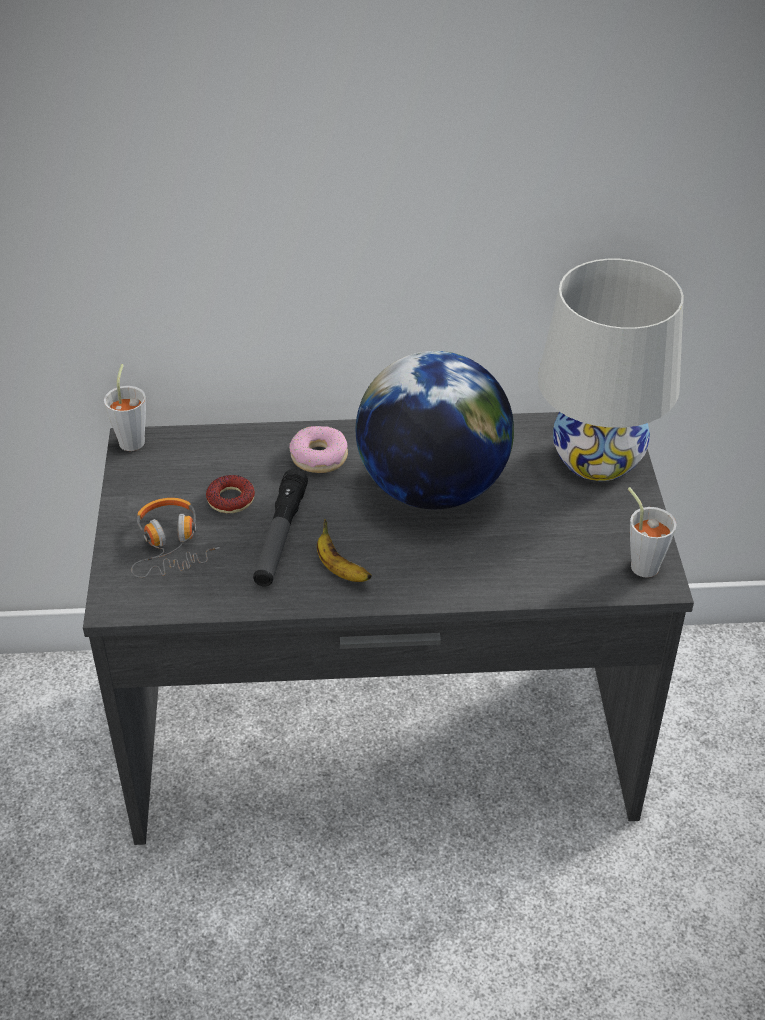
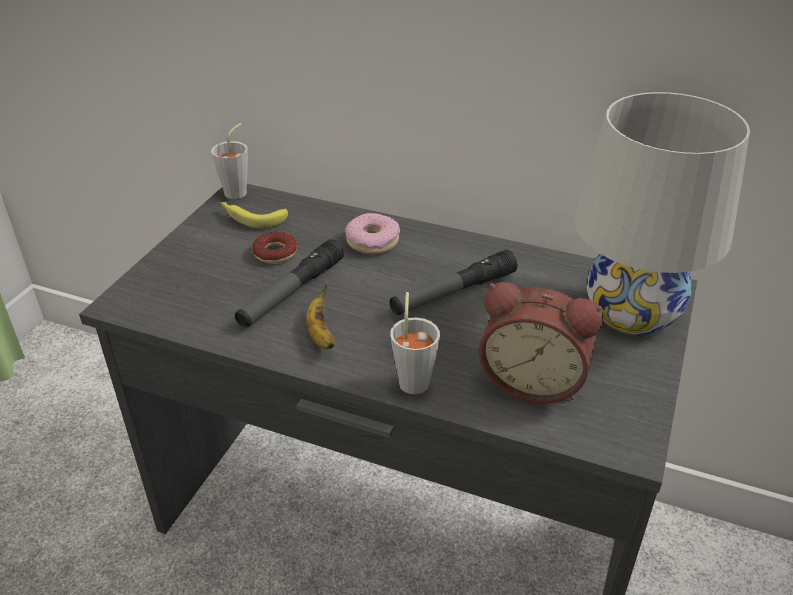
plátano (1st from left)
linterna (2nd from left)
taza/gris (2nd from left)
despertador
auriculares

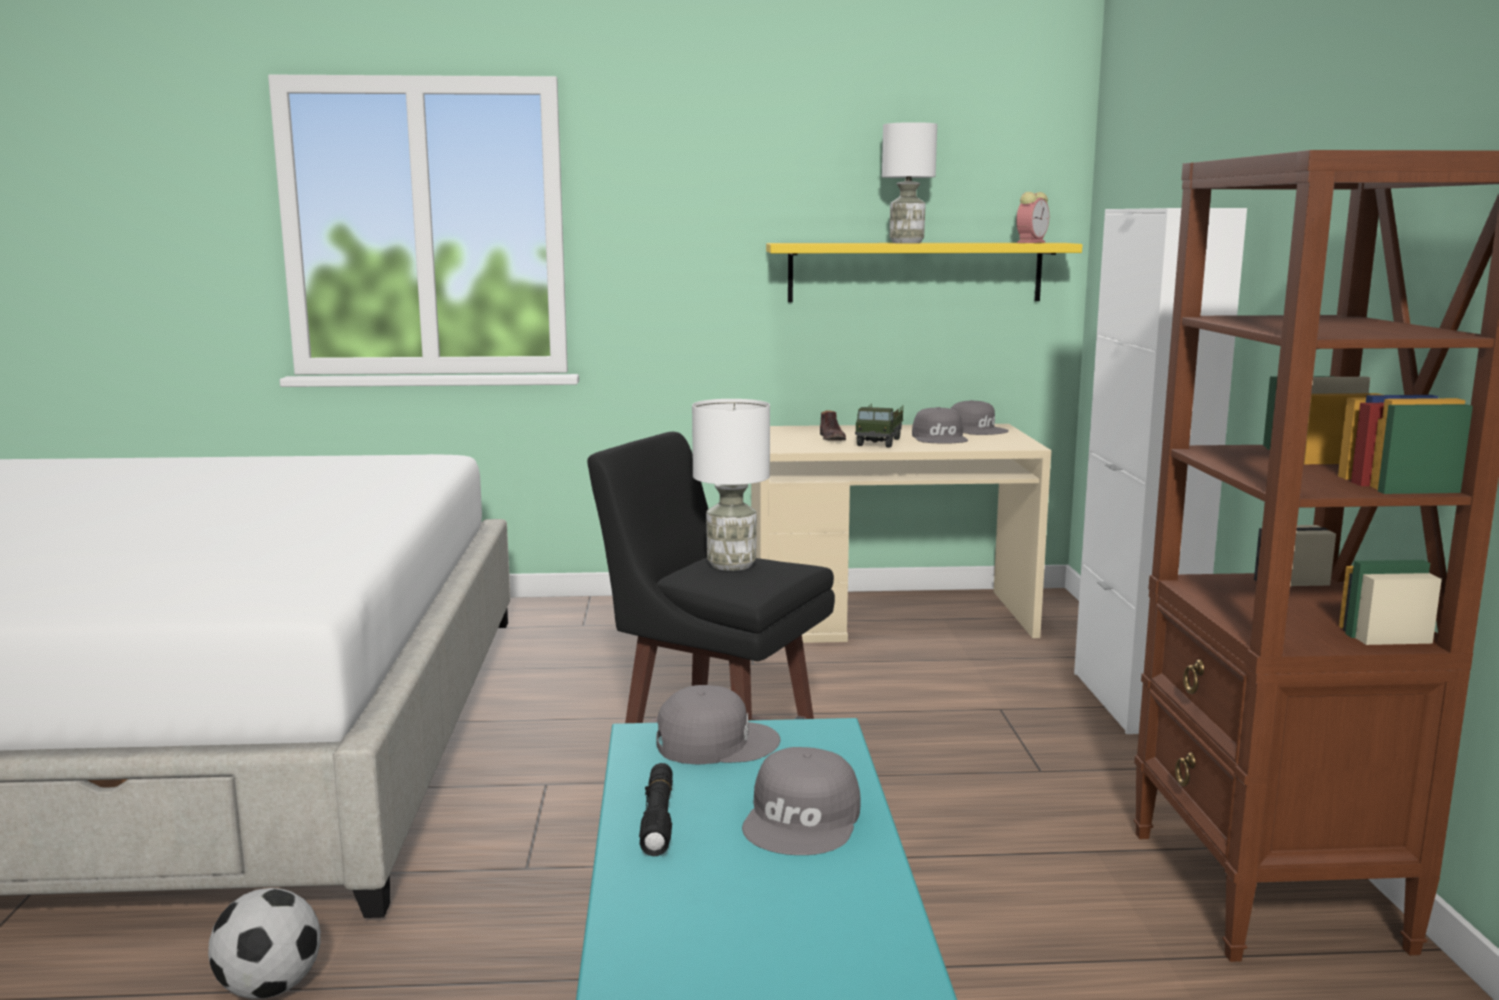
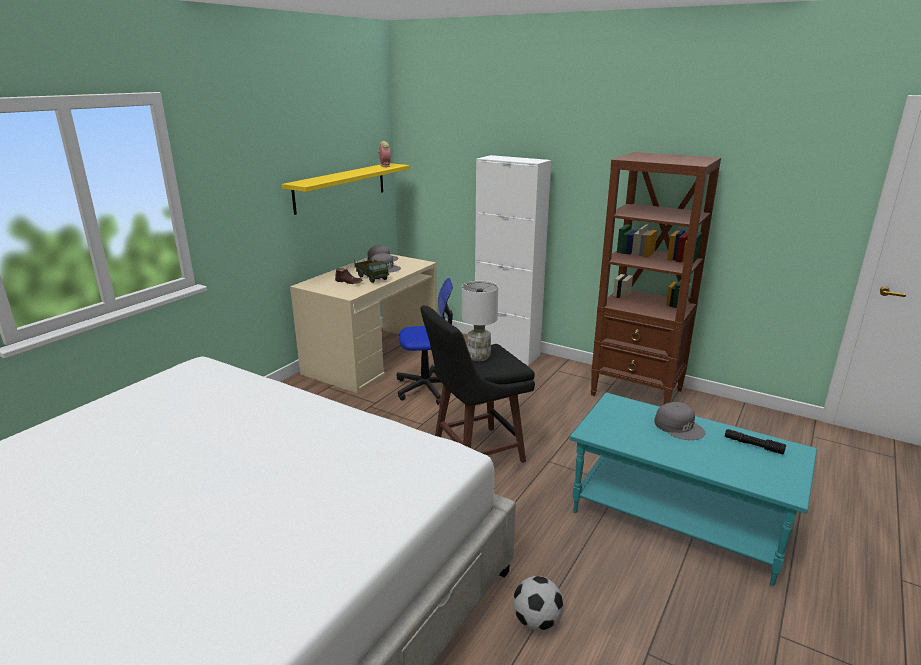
silla de oficina
linterna/negro
gorra/gris (1st from left in the first image)
lámpara de mesa/blanco (2nd from left in the first image)

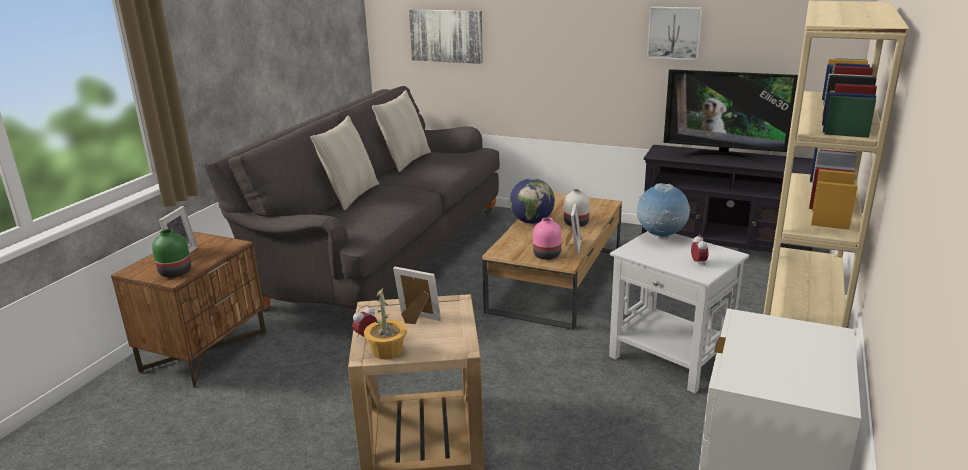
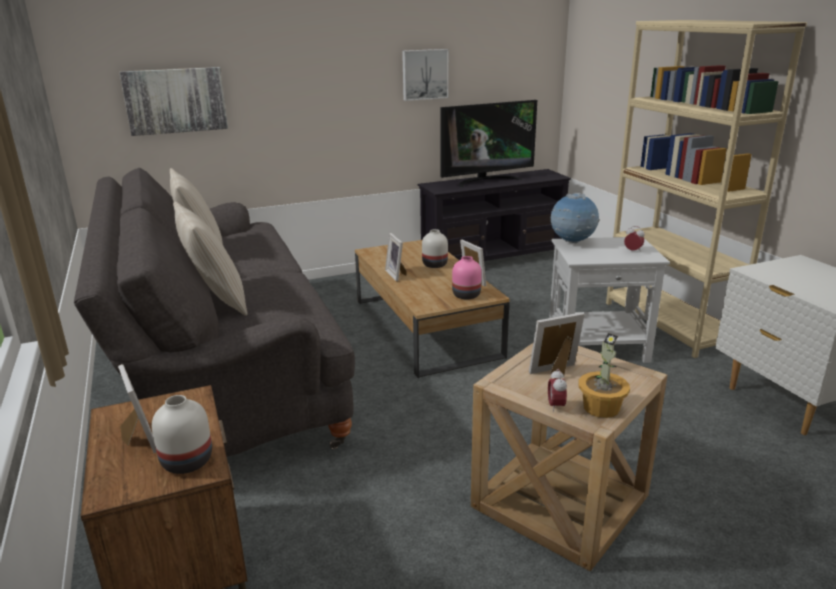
florero/blanco (1st from left)
portarretratos (2nd from left)

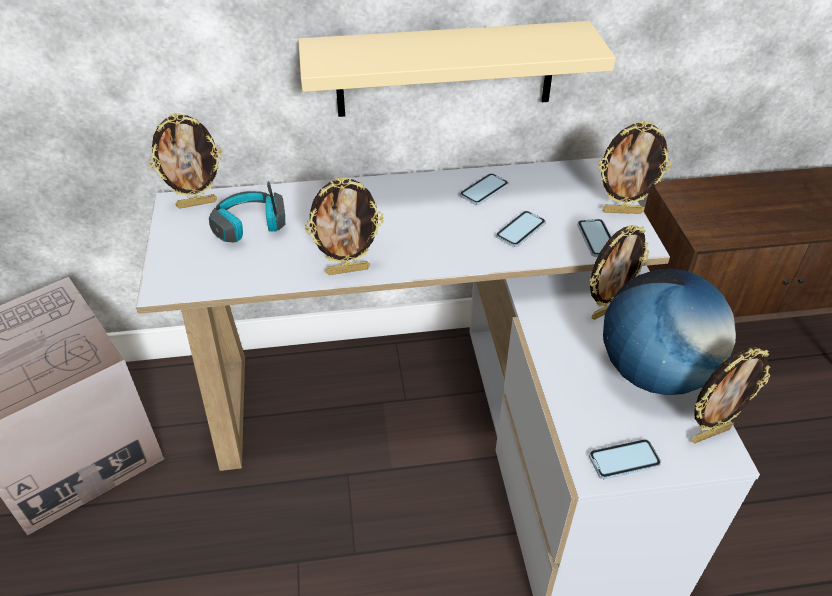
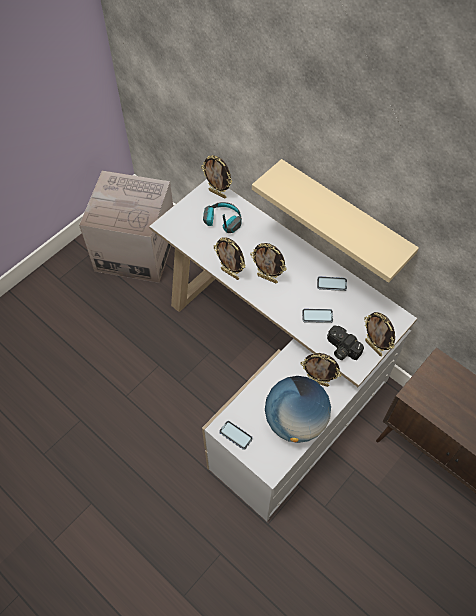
portarretratos (3rd from left)
cámara

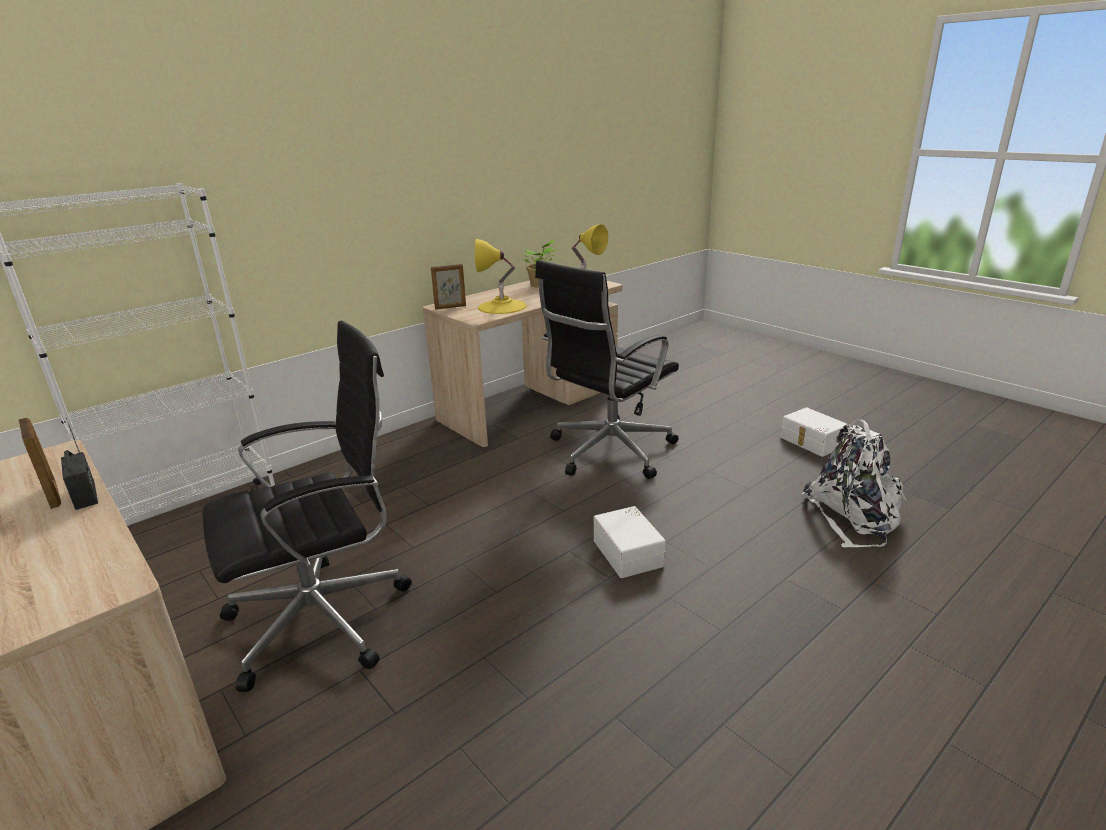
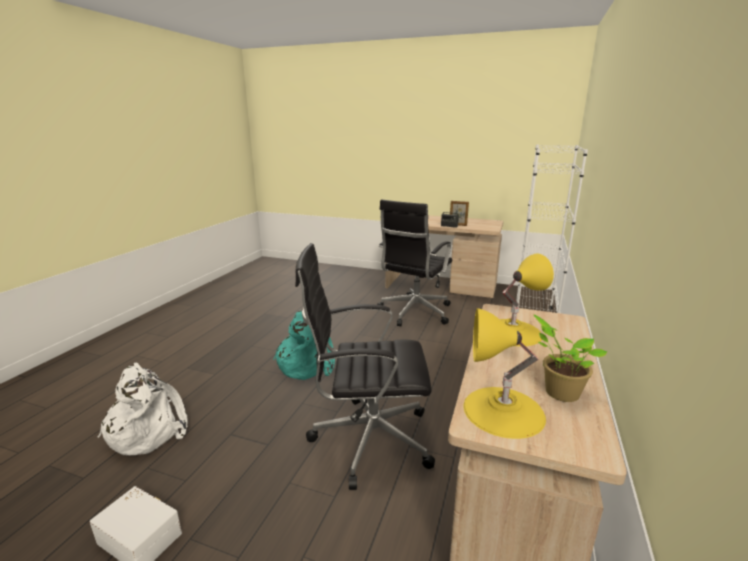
mochila/turquesa
silla de oficina/negro (1st from left)
portarretratos (2nd from left in the first image)

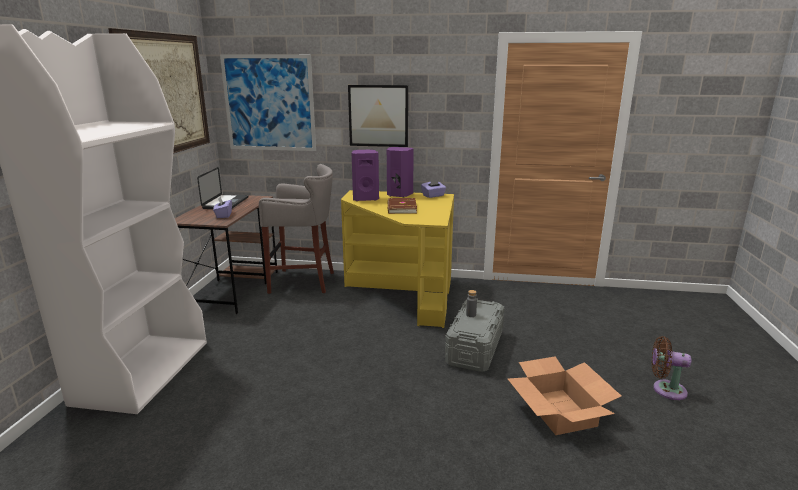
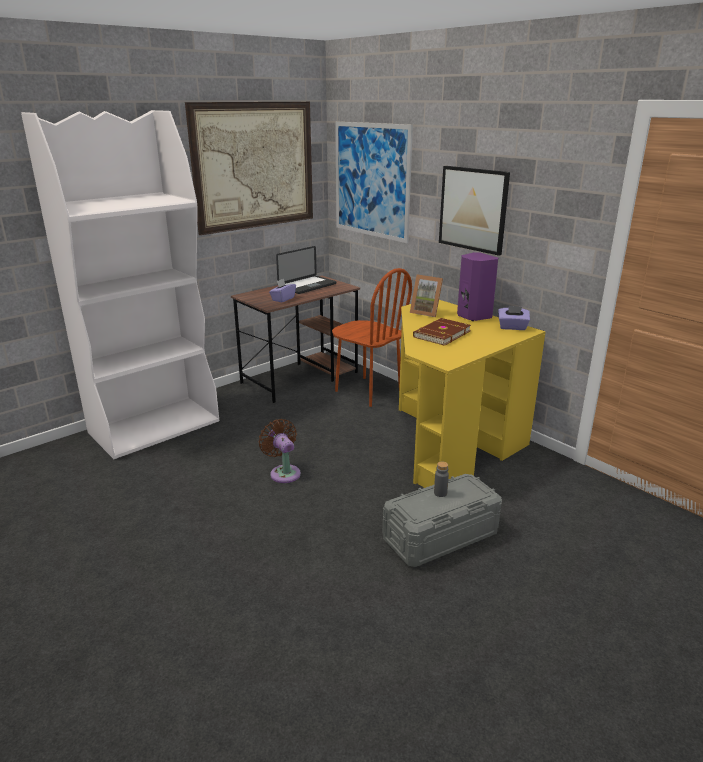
ventilador/marrón
silla/marrón
portarretratos
caja de cartón

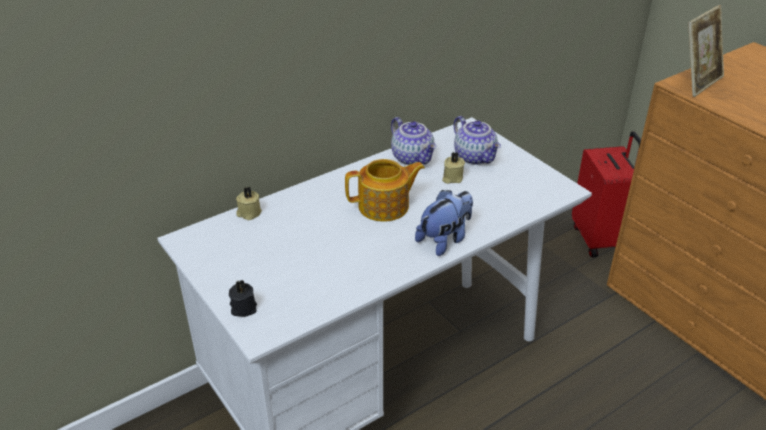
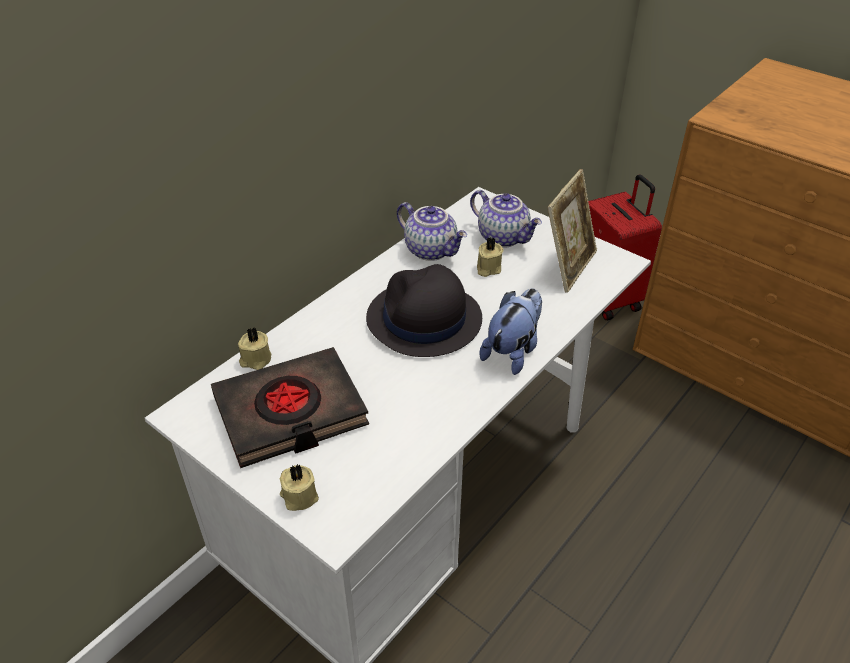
libro/negro
vela/beis (2nd from left)
sombrero/negro
portarretratos

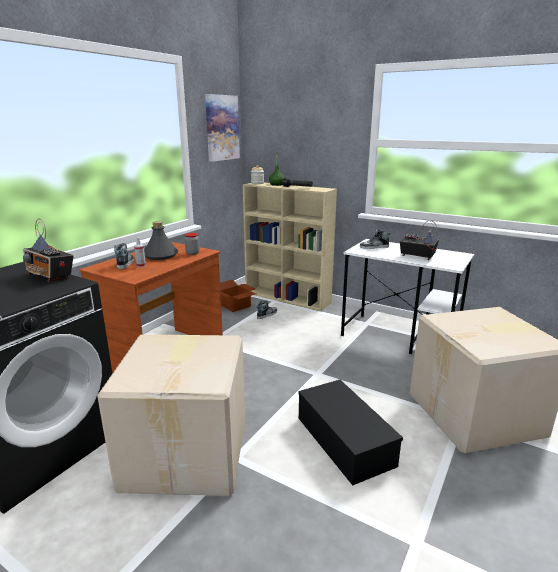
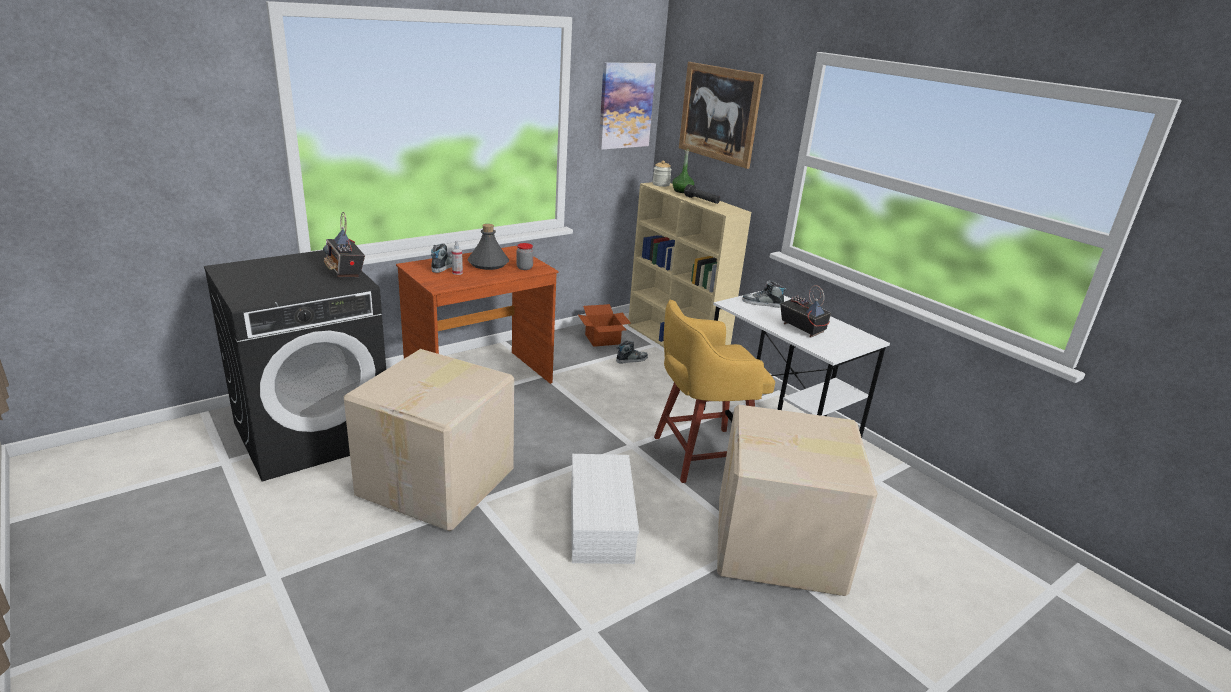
caja de almacenaje/blanco
taburete/amarillo
cuadro (2nd from left)

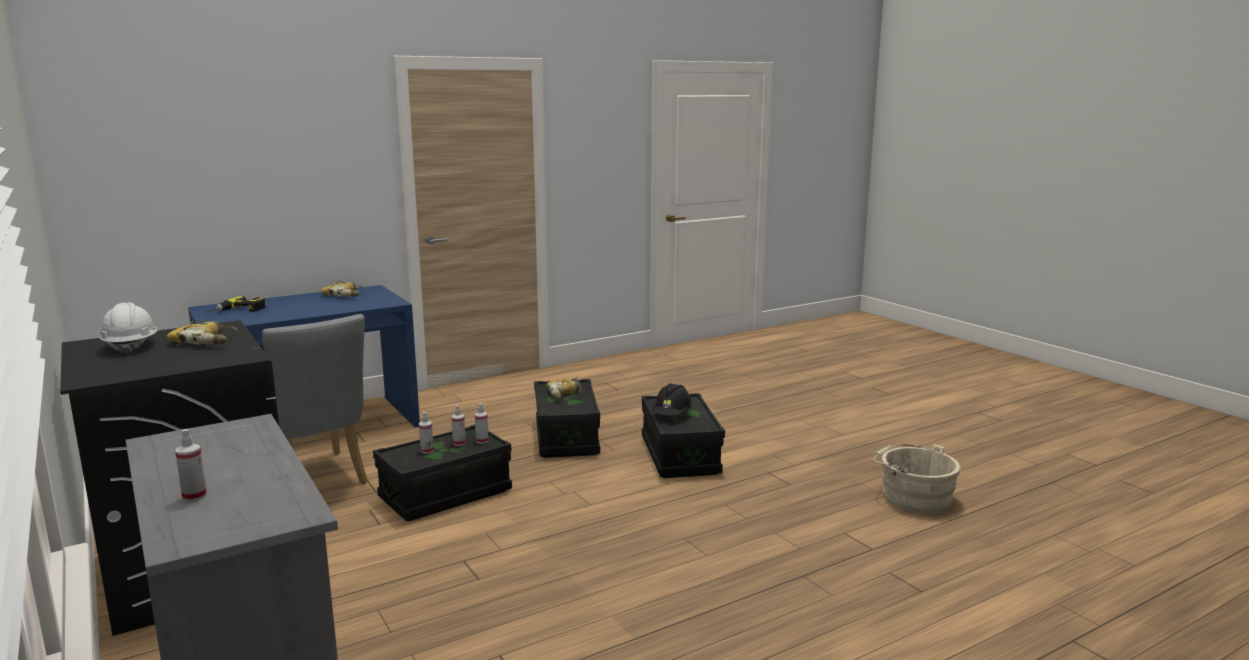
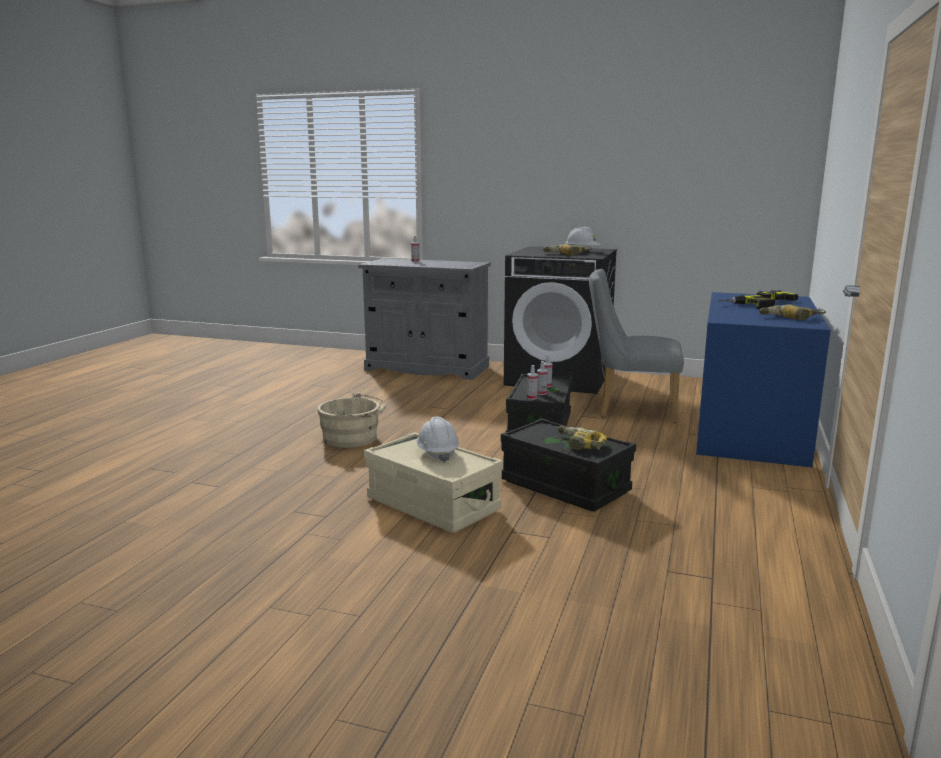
cubo/beis
caja de almacenaje/beis
casco/blanco (1st from left)
taladro (3rd from left)

